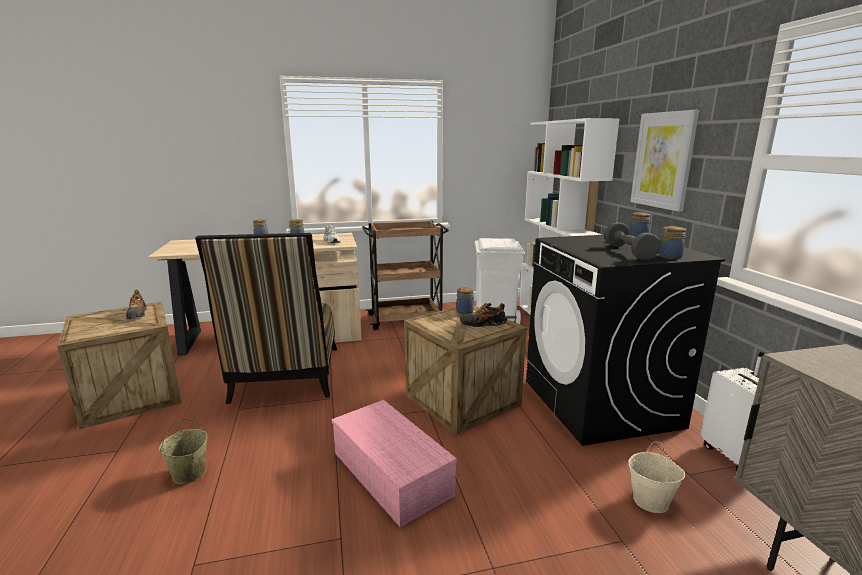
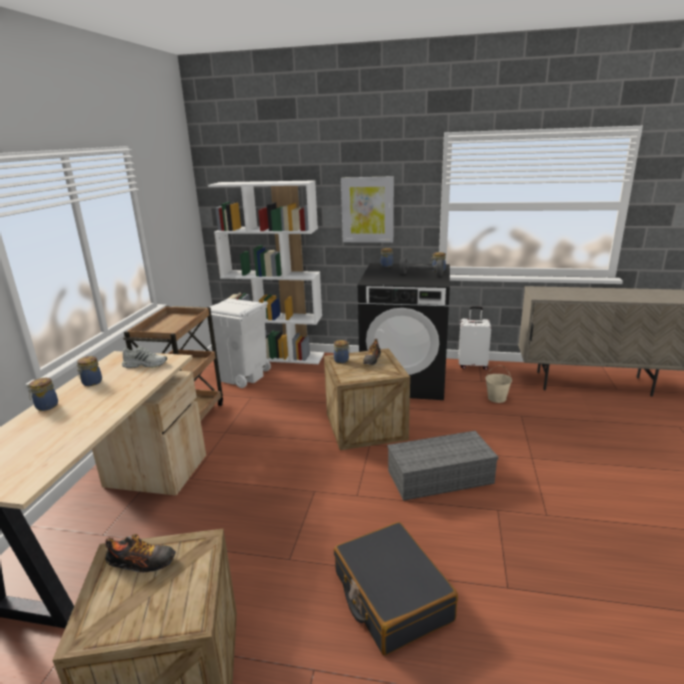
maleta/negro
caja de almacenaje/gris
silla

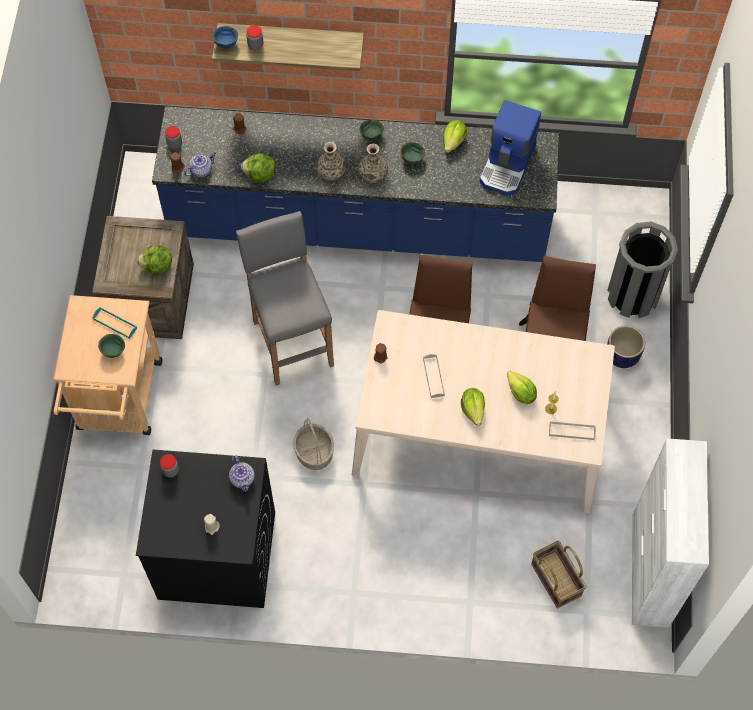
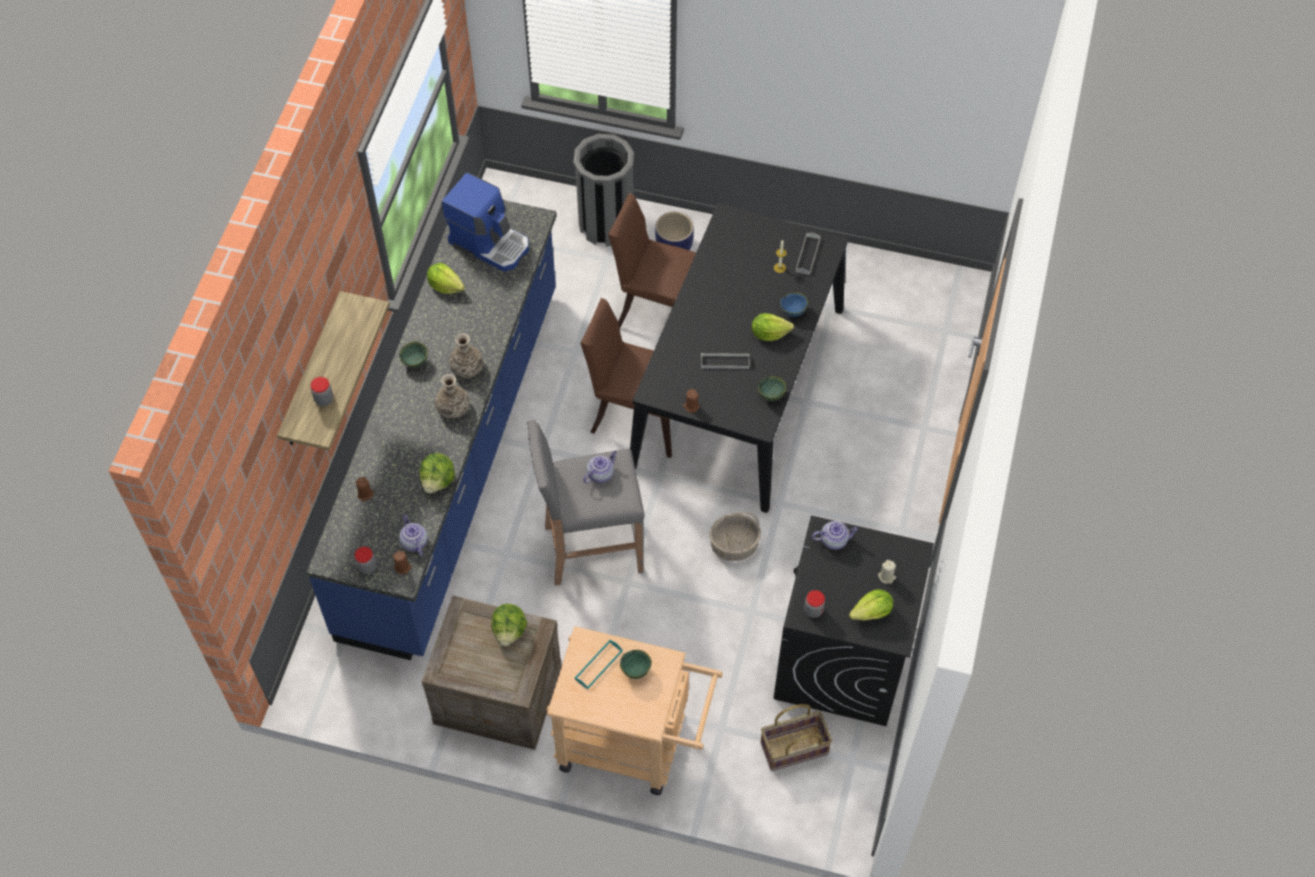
tetera (2nd from left)
mesa de comedor/negro
cuenco/verde (3rd from left)
cesta (2nd from left)
cuenco/azul
lechuga (5th from left)
armario/blanco

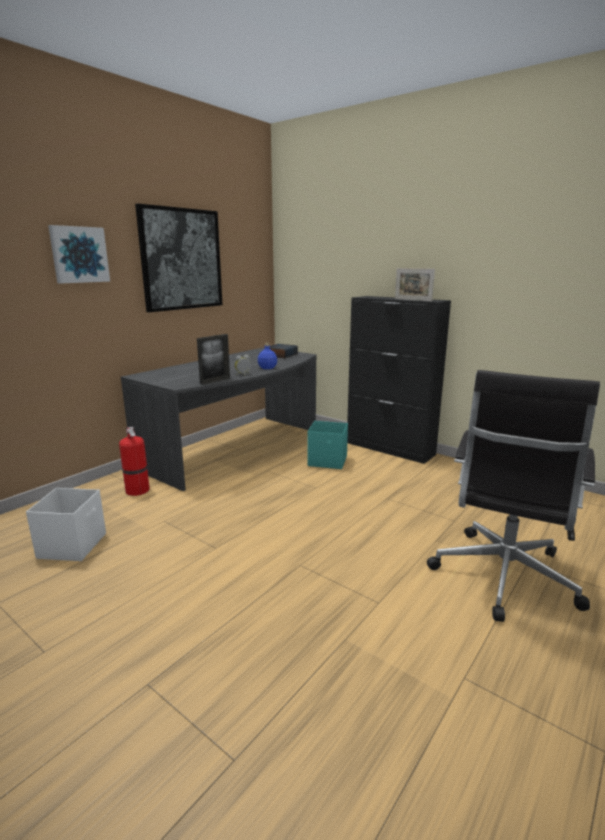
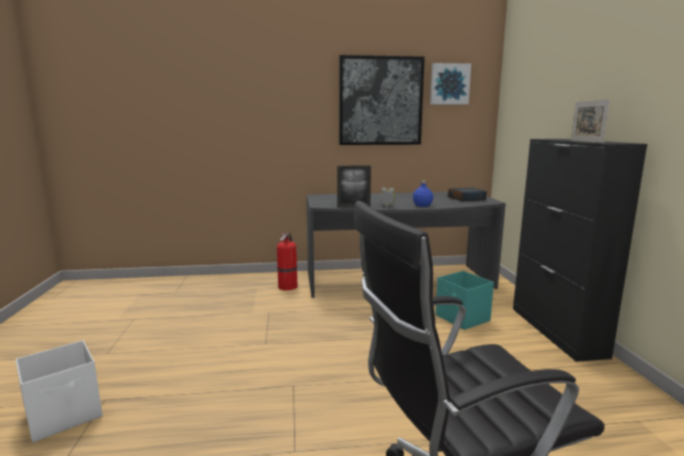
caja de almacenaje/blanco
cuadro (2nd from left)

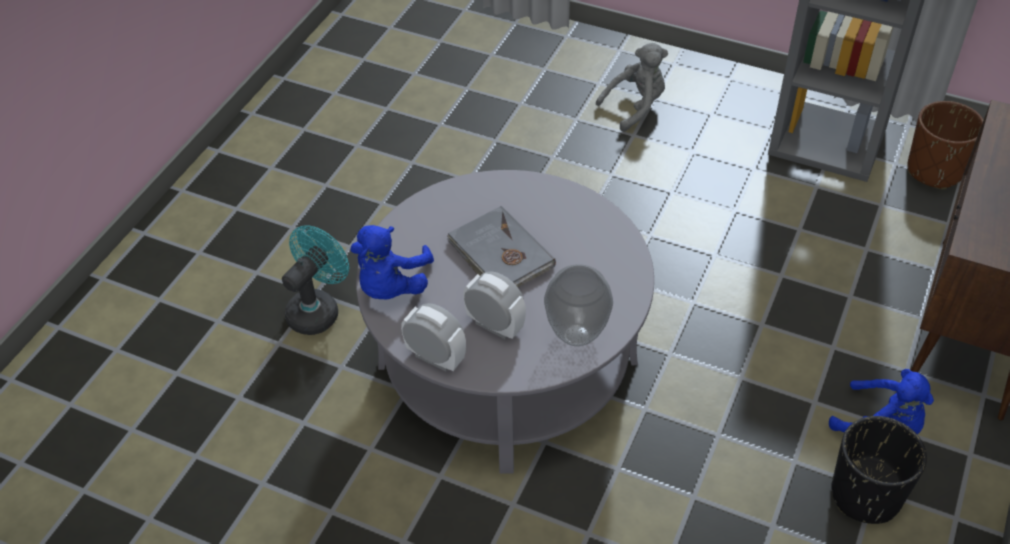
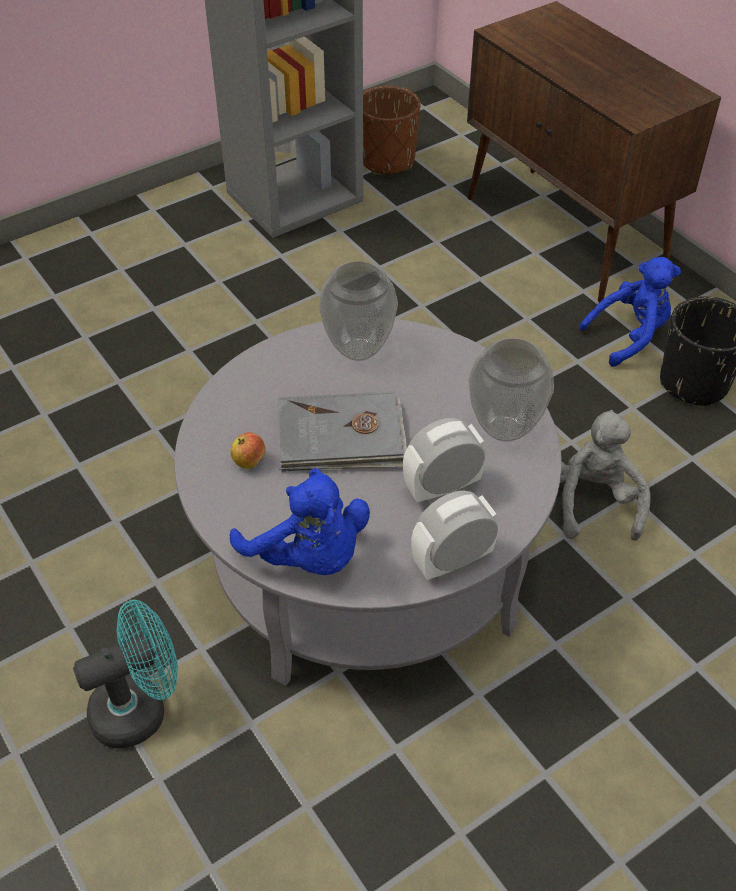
ventilador/turquesa
manzana
florero (1st from left)
peluche/gris

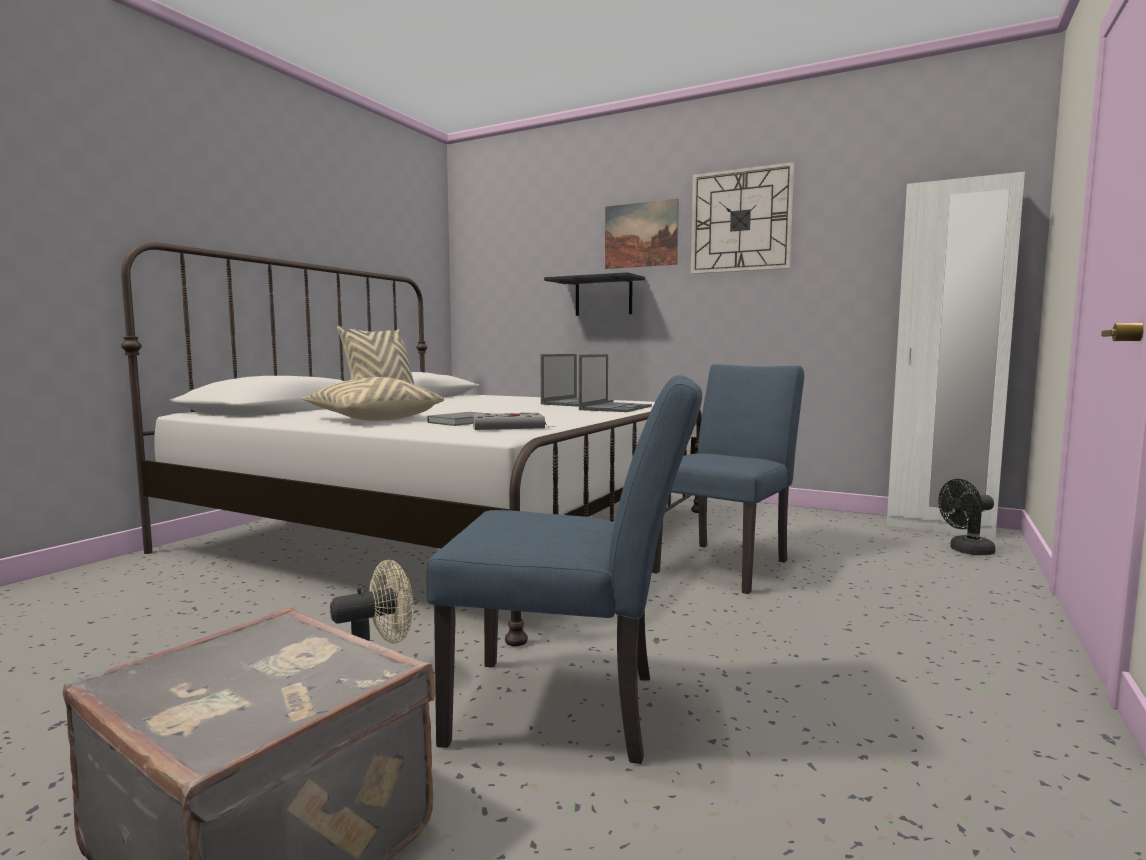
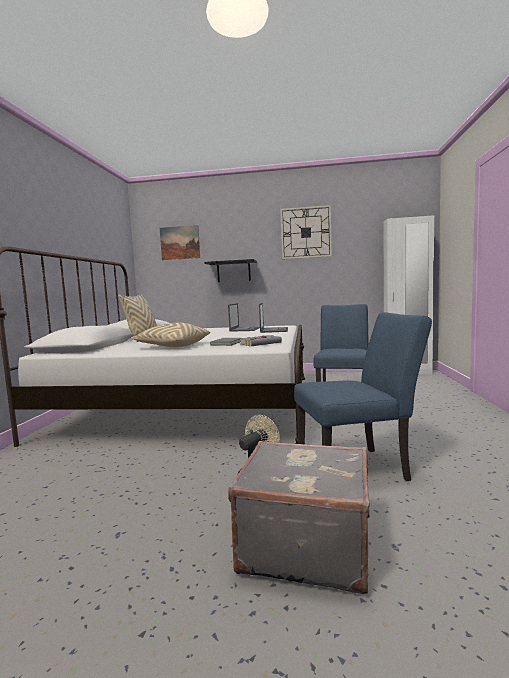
cuadro
ventilador/negro

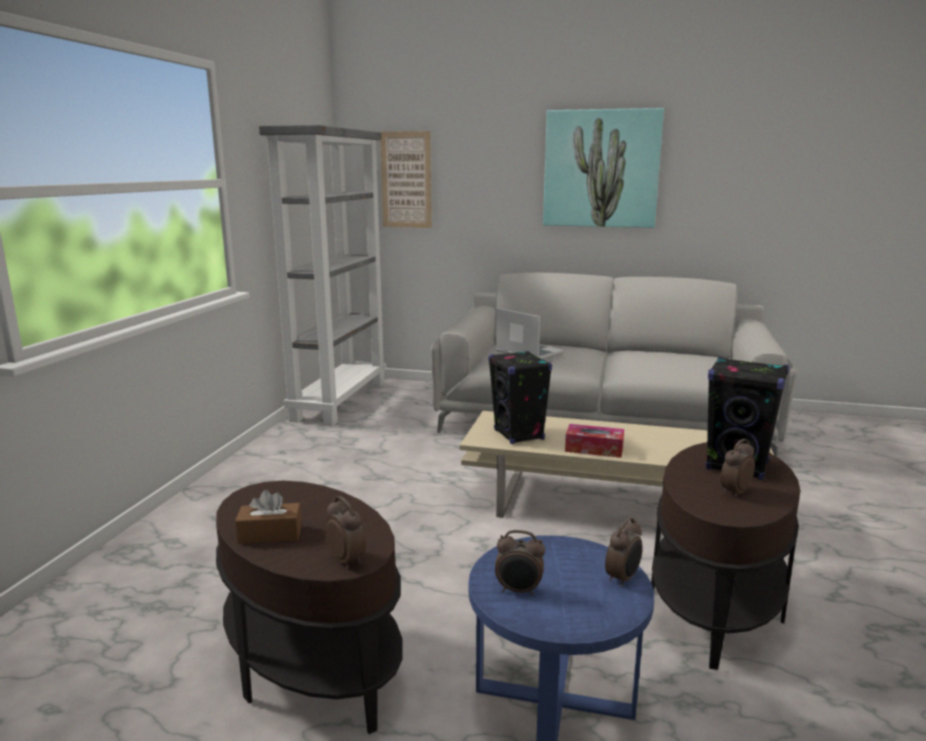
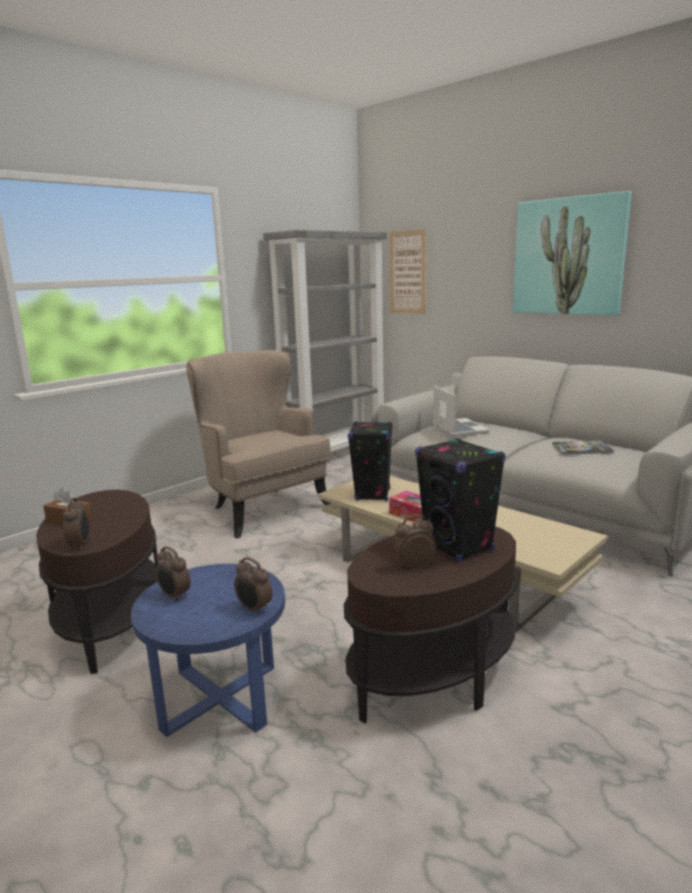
sillón/beis
despertador (3rd from left)
libro

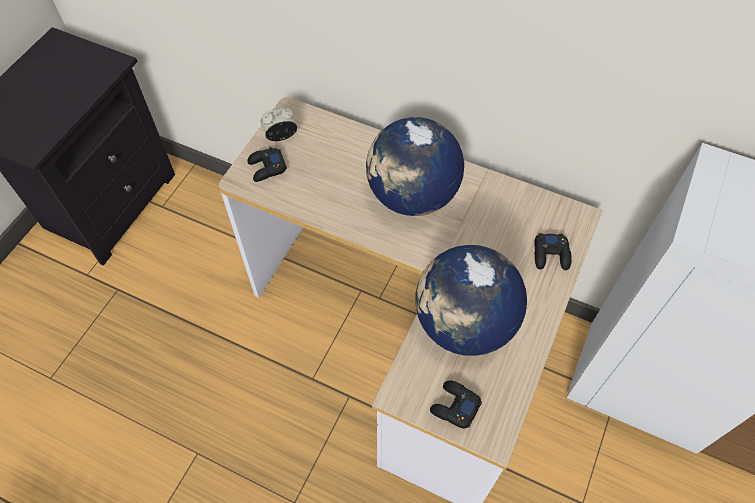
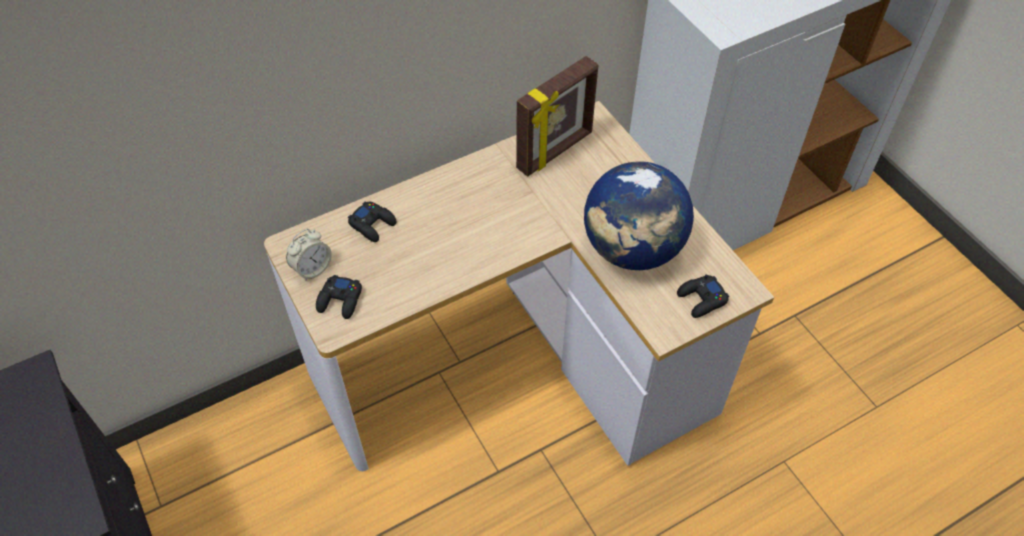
despertador
mando de consola/negro (2nd from left)
portarretratos
globo terráqueo (1st from left in the first image)

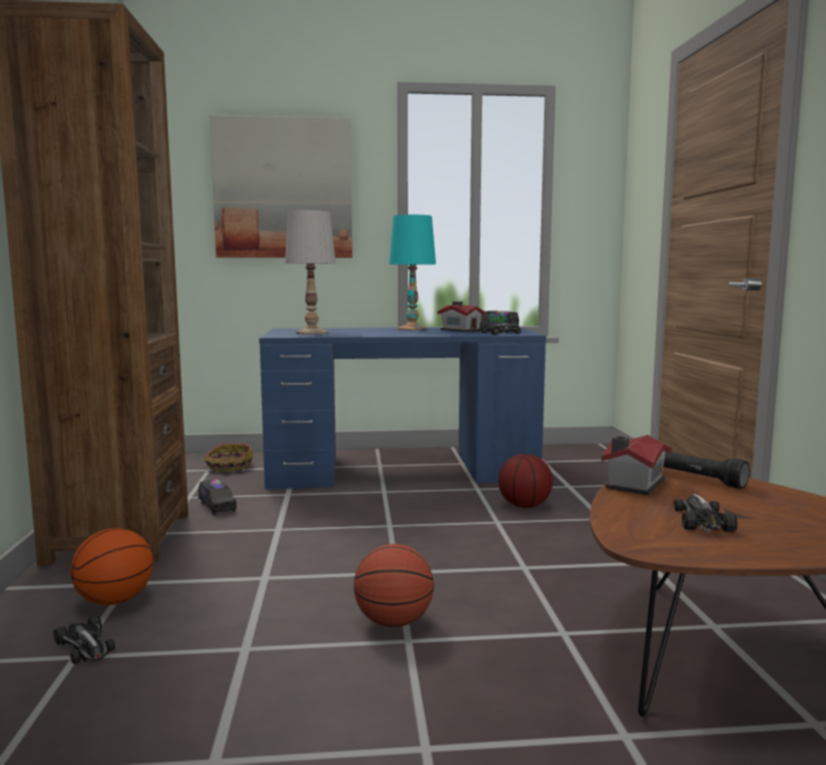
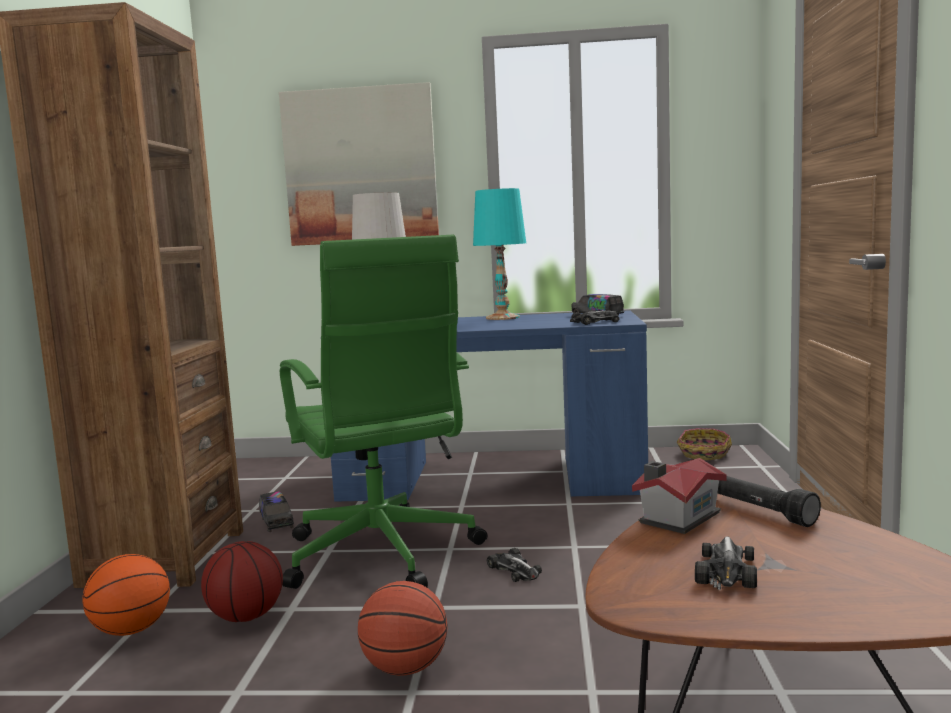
balón de baloncesto (2nd from left)
silla de oficina/verde
coche de juguete (1st from left)
cesta
casita (1st from left in the first image)

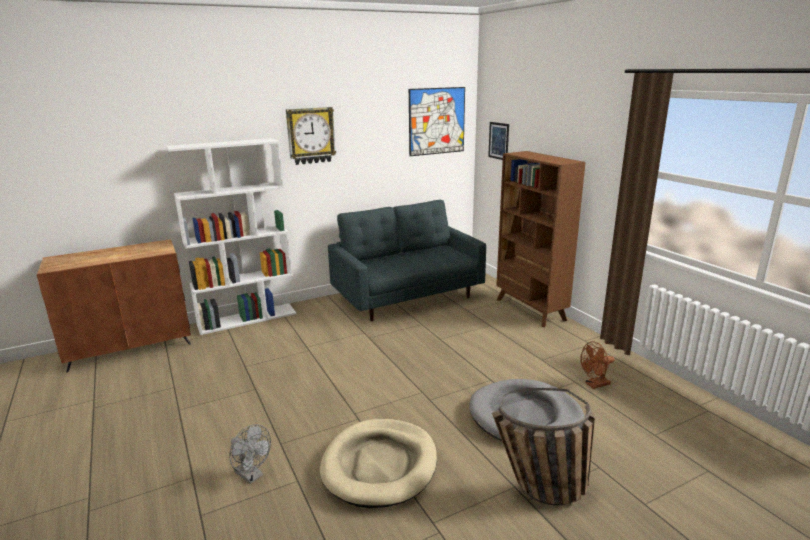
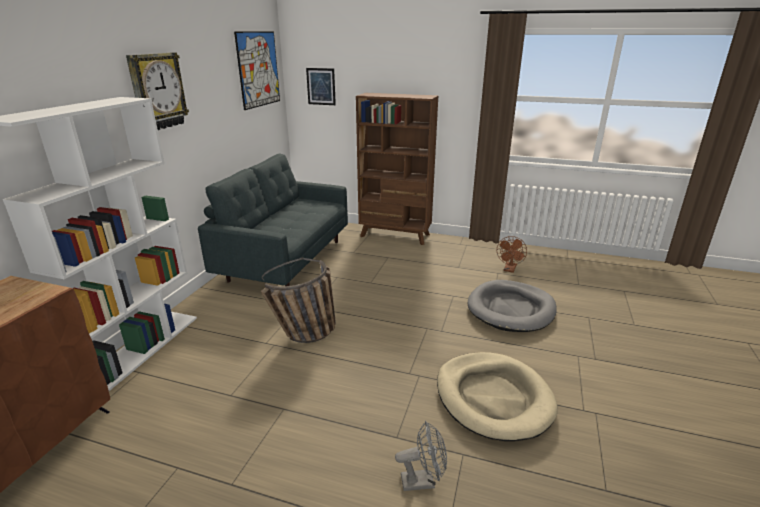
cesta

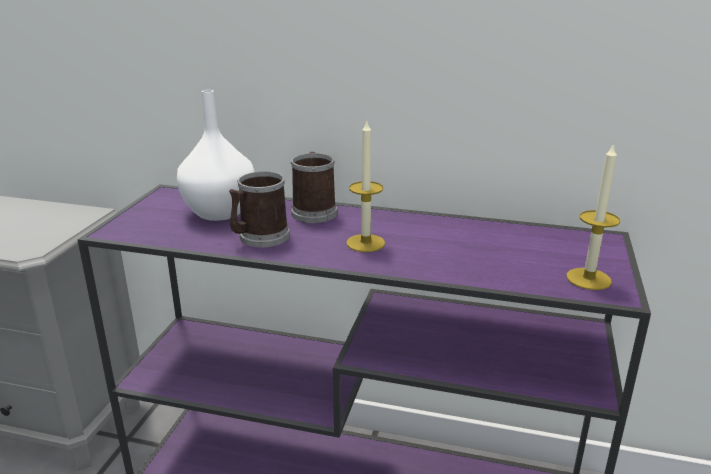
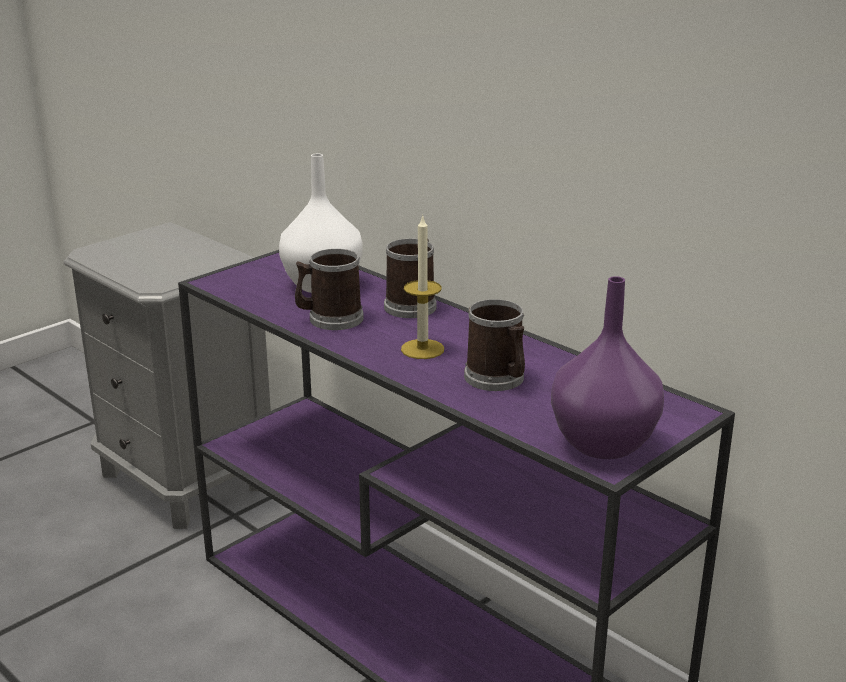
taza grande (3rd from left)
florero/morado

